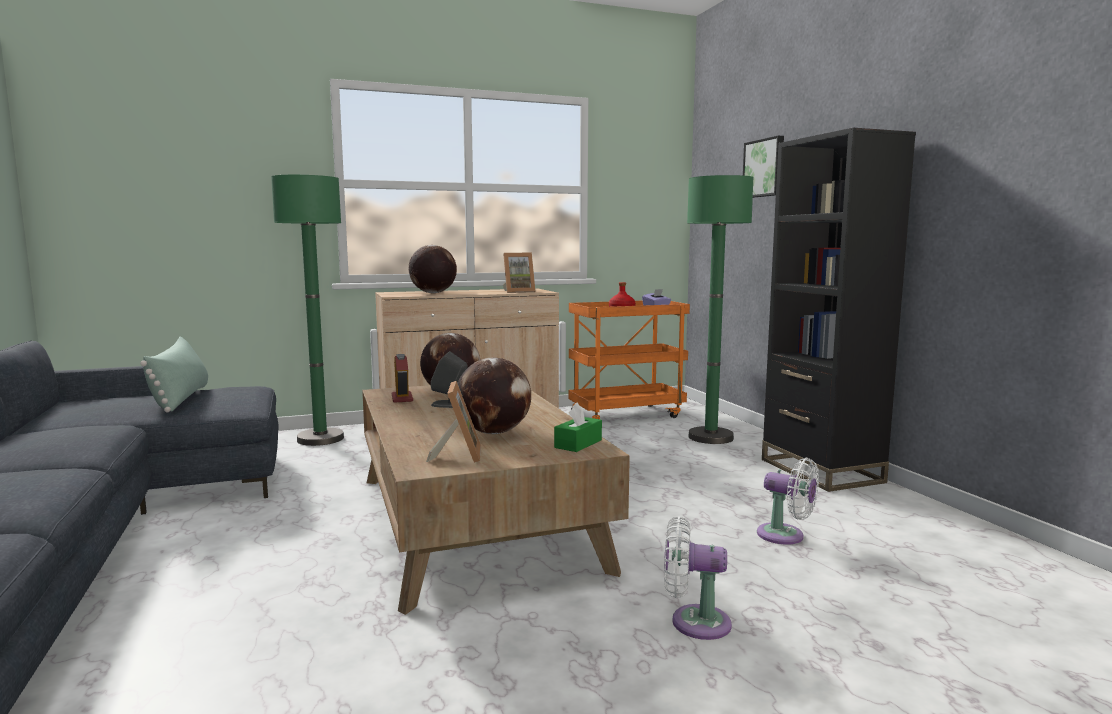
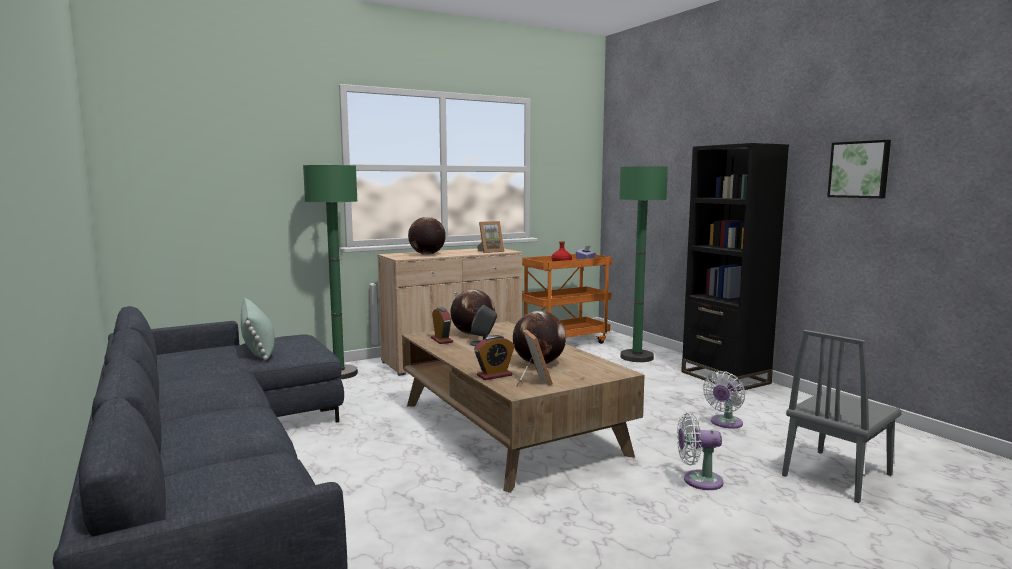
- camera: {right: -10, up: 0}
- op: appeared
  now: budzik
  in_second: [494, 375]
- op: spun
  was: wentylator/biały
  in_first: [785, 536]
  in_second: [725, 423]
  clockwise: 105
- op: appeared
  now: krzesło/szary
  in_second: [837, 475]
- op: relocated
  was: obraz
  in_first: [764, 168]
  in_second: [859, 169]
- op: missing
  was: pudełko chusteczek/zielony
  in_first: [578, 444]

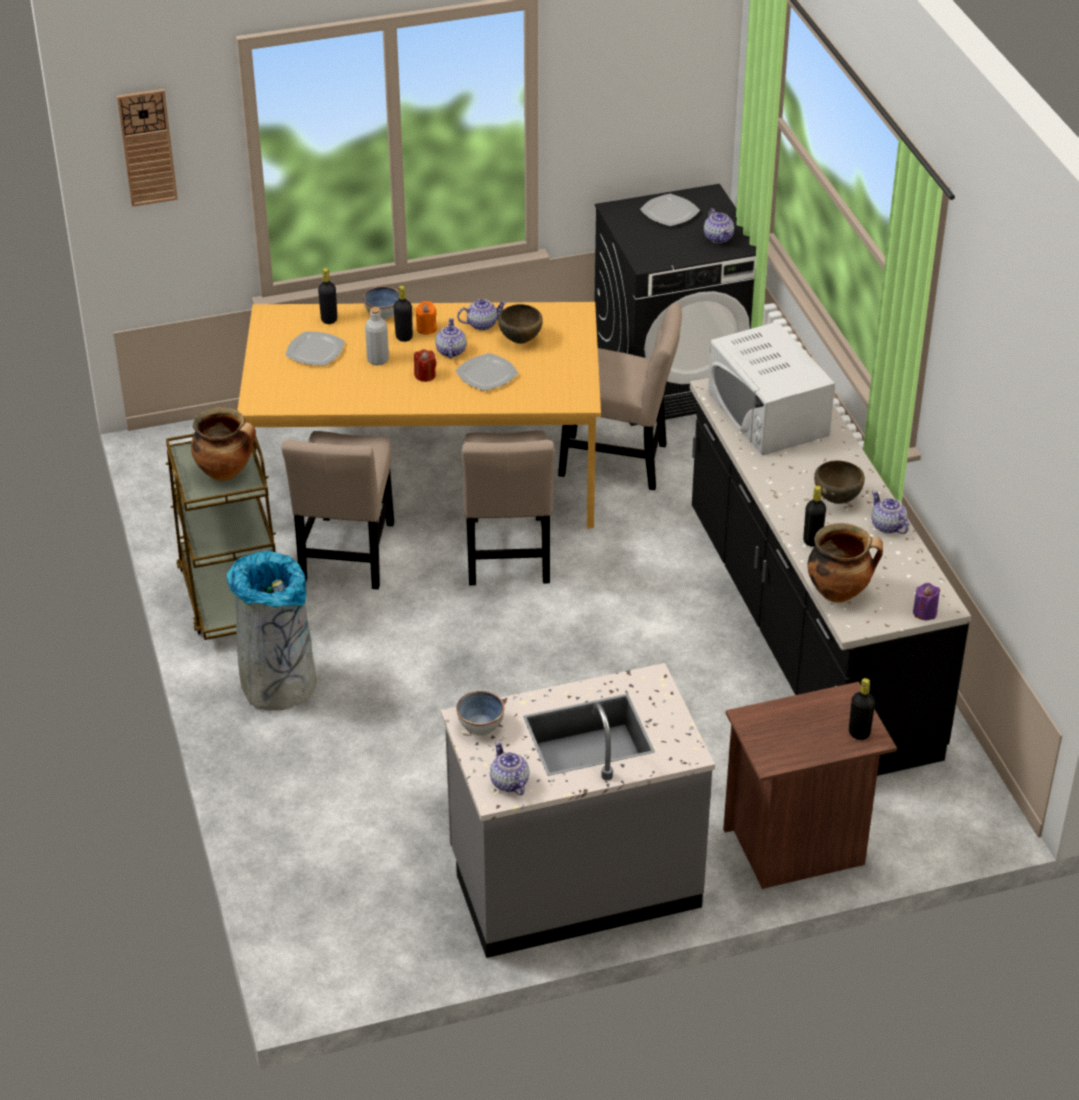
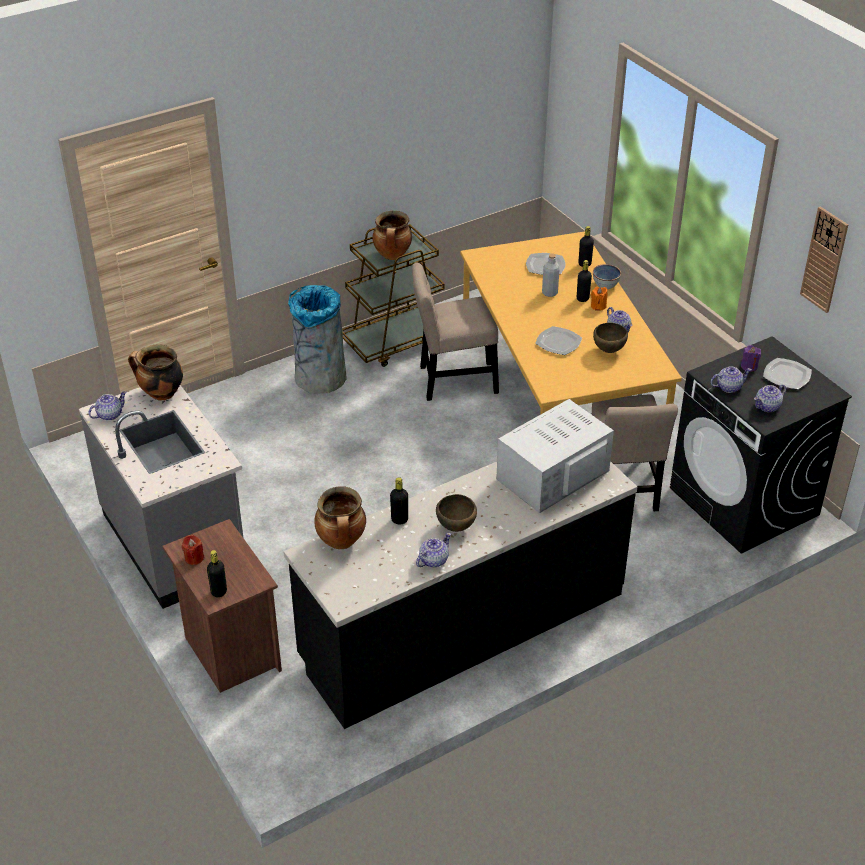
- camera: {right: 75, up: 0}
- op: exchanged
  was: miska
  now: garnek
  in_first: [481, 725]
  in_second: [161, 394]
- op: relocated
  was: świeca/czerwony
  in_first: [425, 375]
  in_second: [194, 558]
- op: relocated
  was: imbryk
  in_first: [450, 351]
  in_second: [728, 387]
- op: relocated
  was: świeca/fioletowy
  in_first: [924, 612]
  in_second: [749, 366]
- op: relocated
  was: zegar ścienny
  in_first: [147, 147]
  in_second: [824, 260]
- op: missing
  was: krzesło/beżowy
  in_first: [508, 555]

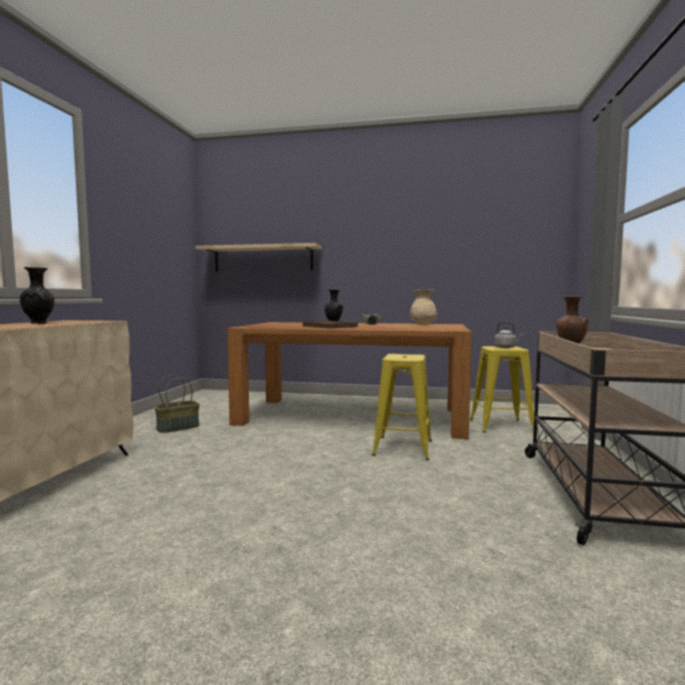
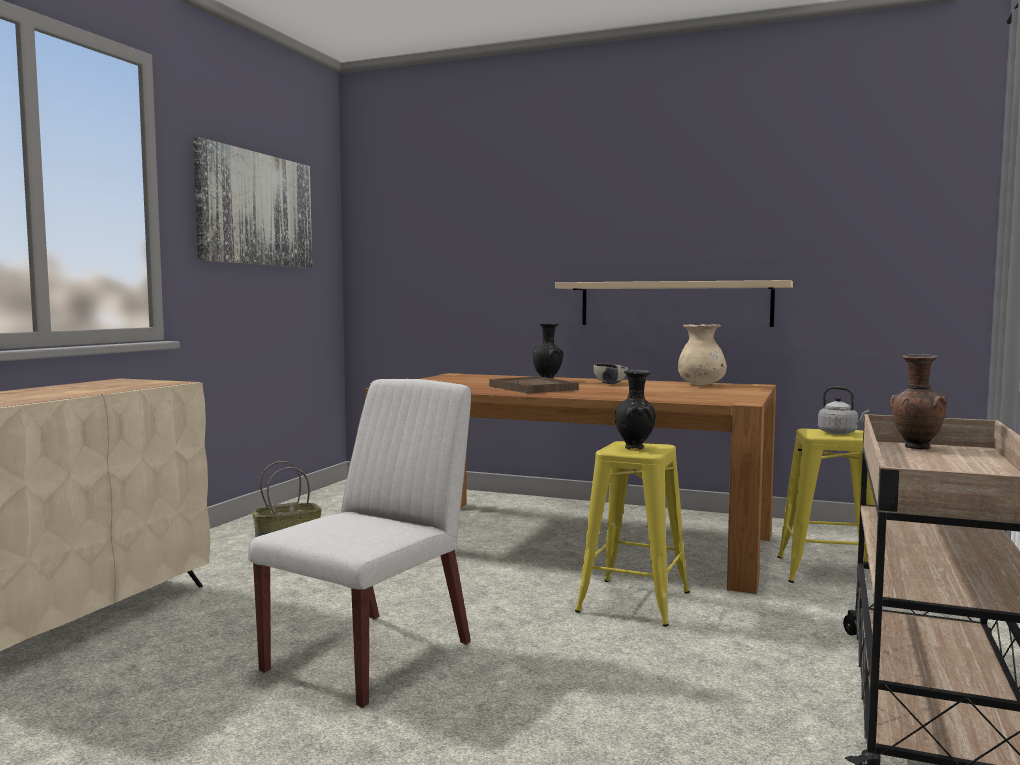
- camera: {right: 10, up: 0}
- op: appeared
  now: obraz
  in_second: [256, 209]
- op: appeared
  now: krzesło/biały
  in_second: [371, 656]
- op: relocated
  was: półka/beżowy
  in_first: [263, 259]
  in_second: [674, 304]
- op: relocated
  was: wazon/czarny
  in_first: [39, 323]
  in_second: [635, 448]

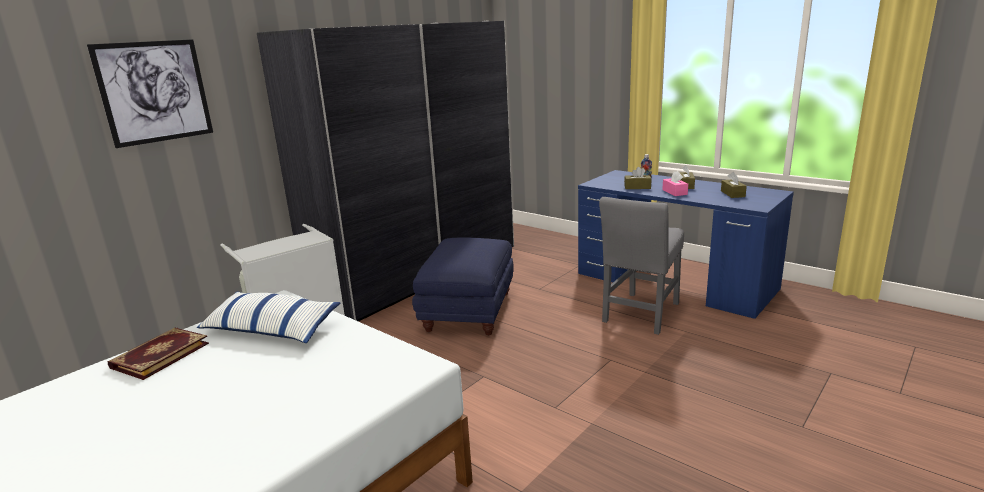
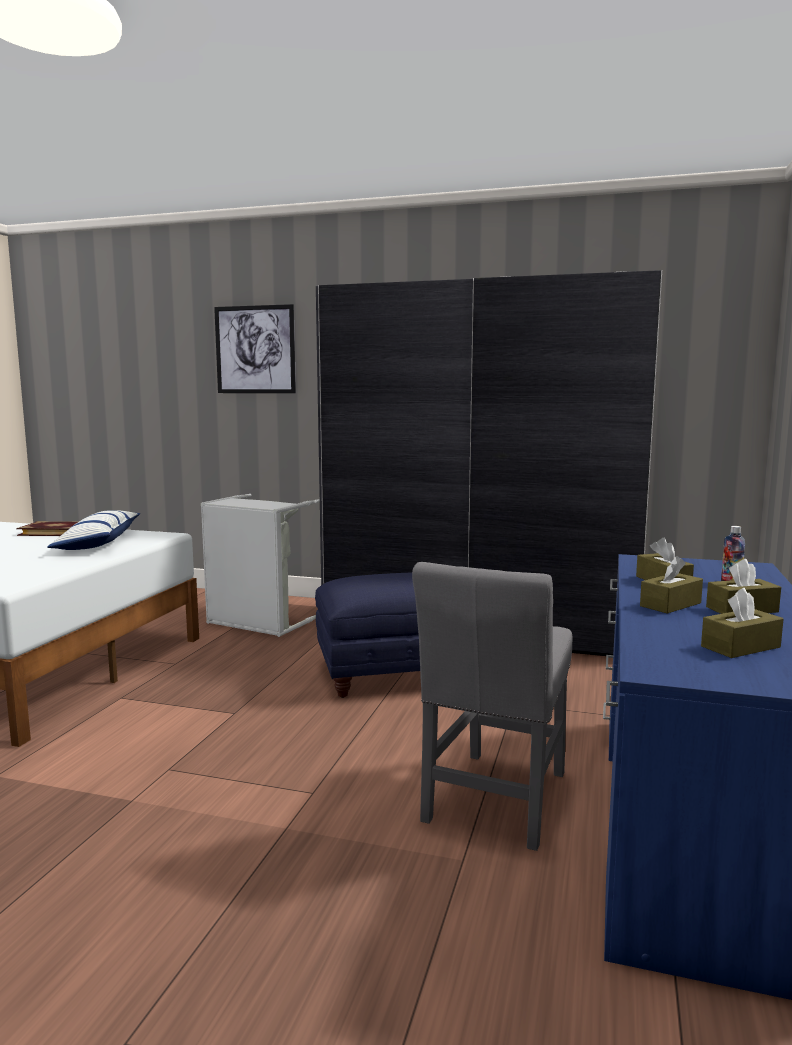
- camera: {right: 65, up: -10}
- op: spun
  was: krzesło/szary
  in_first: [640, 314]
  in_second: [495, 802]
  clockwise: -75
- op: colour
  was: pudełko chusteczek/różowy
  now: pudełko chusteczek/brązowy
  in_first: [674, 192]
  in_second: [670, 604]

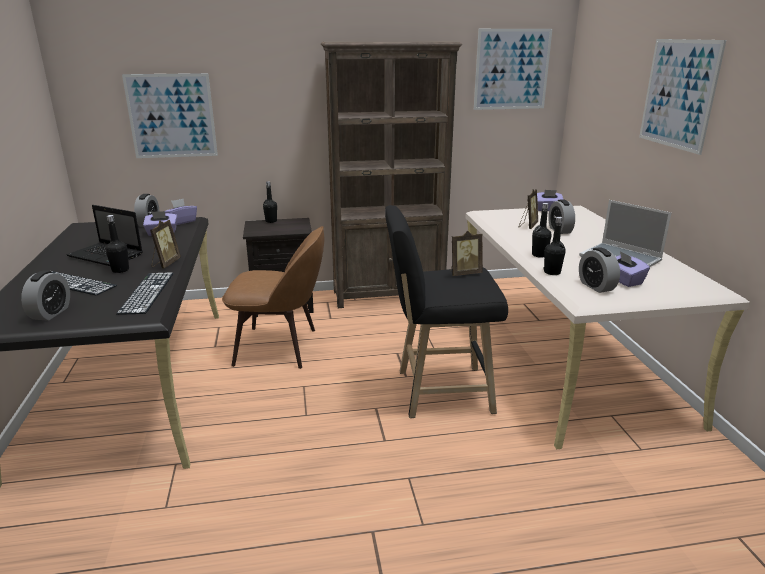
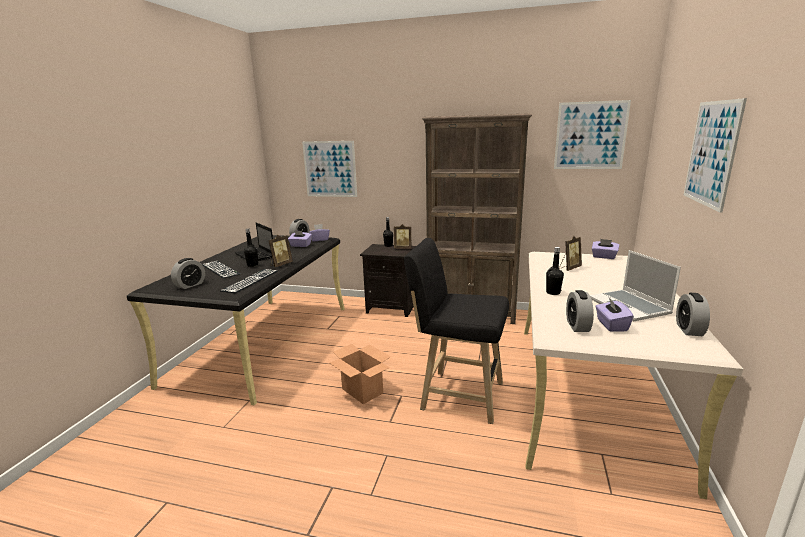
- camera: {right: 25, up: -5}
- op: appeared
  now: karton
  in_second: [363, 391]
- op: relocated
  was: ramka na zdjęcie
  in_first: [464, 273]
  in_second: [403, 248]
- op: relocated
  was: budzik
  in_first: [559, 230]
  in_second: [689, 329]
- op: missing
  was: krzesło/brązowy
  in_first: [280, 347]
- op: missing
  was: butelka/czarny
  in_first: [552, 272]

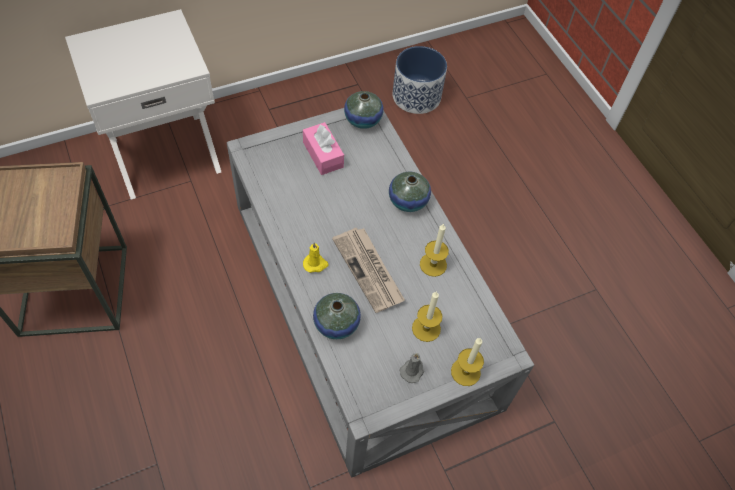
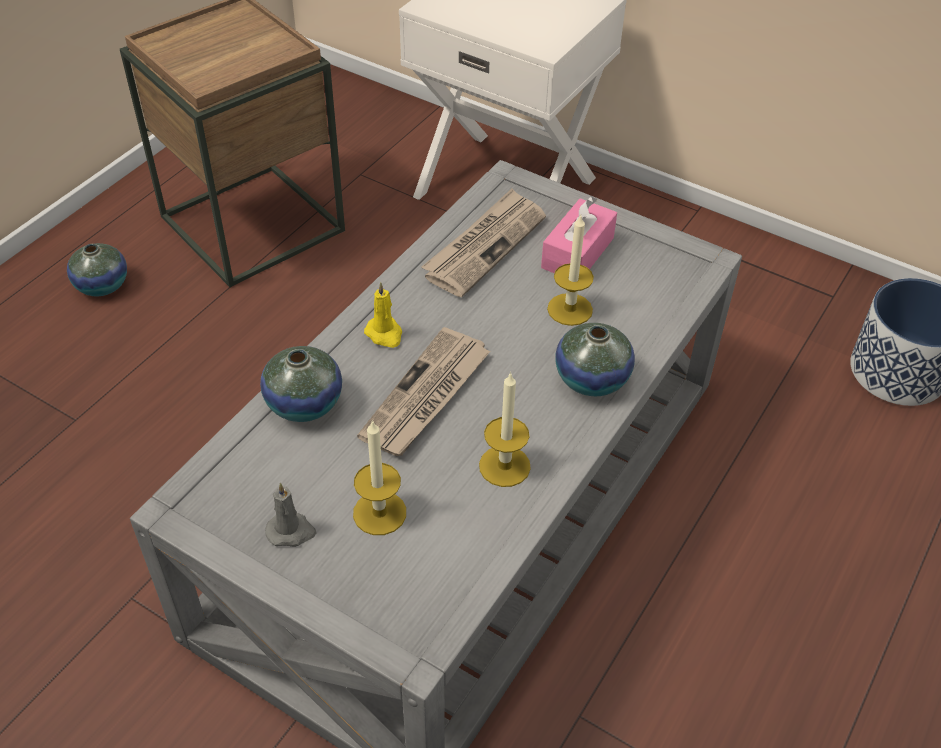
- camera: {right: 60, up: -10}
- op: relocated
  was: wazon
  in_first: [363, 119]
  in_second: [102, 285]
- op: appeared
  now: gazeta
  in_second: [485, 245]
- op: relocated
  was: świeca
  in_first: [465, 372]
  in_second: [570, 309]

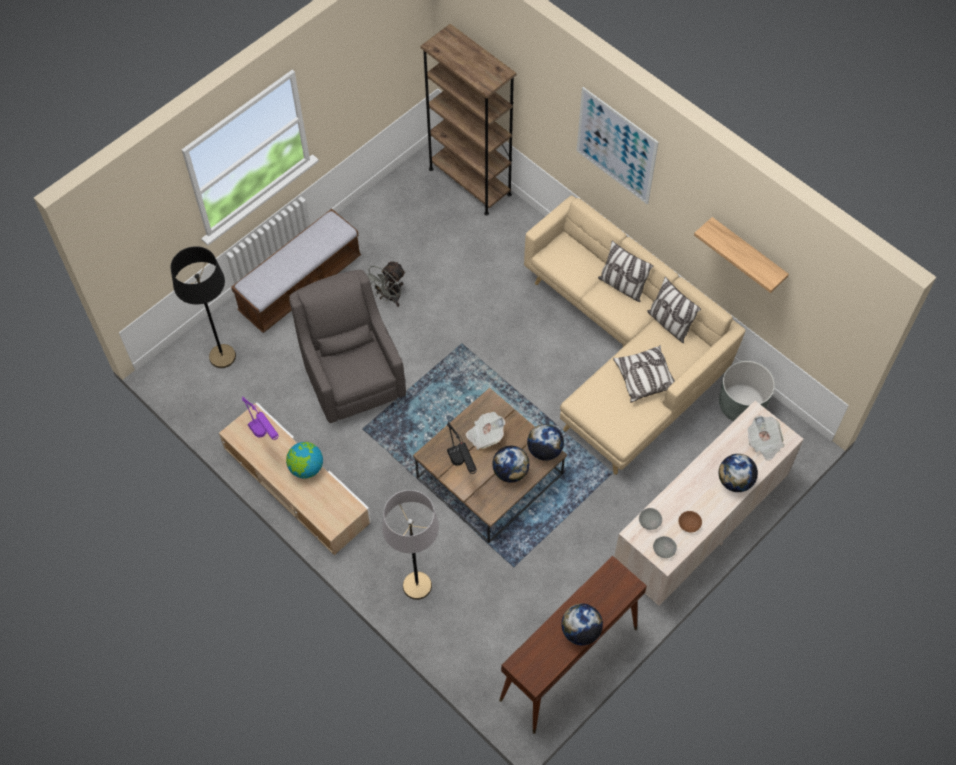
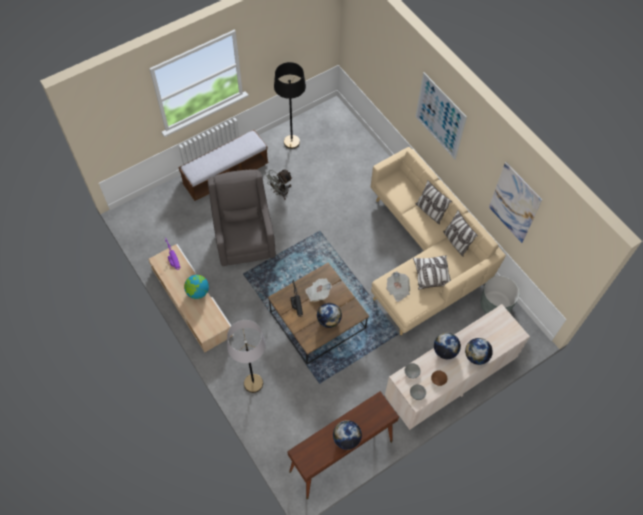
- camera: {right: 10, up: 0}
- op: relocated
  was: lampa stojąca/czarny
  in_first: [222, 356]
  in_second: [291, 142]
- op: relocated
  was: gazeta
  in_first: [764, 442]
  in_second: [397, 290]
- op: relocated
  was: globus
  in_first: [544, 450]
  in_second: [445, 351]
- op: exchanged
  was: półka
  now: obraz
  in_first: [747, 253]
  in_second: [514, 203]
- op: missing
  was: regał/brązowy
  in_first: [470, 181]

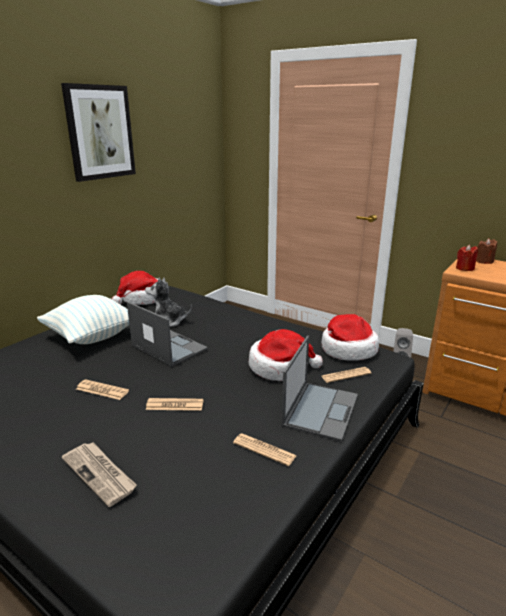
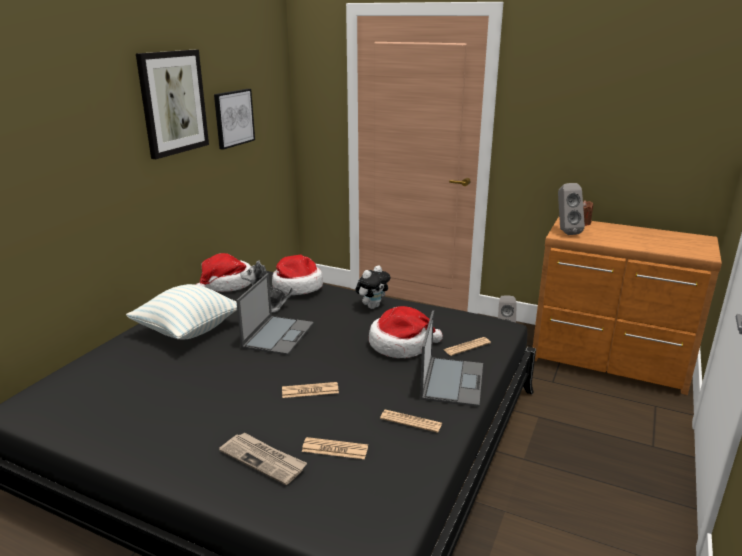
- camera: {right: -10, up: 0}
- op: appeared
  now: obraz
  in_second: [233, 118]
- op: spun
  was: laptop
  in_first: [168, 347]
  in_second: [278, 335]
  clockwise: 75
- op: relocated
  was: kapelusz
  in_first: [347, 349]
  in_second: [297, 287]
- op: relocated
  was: gazeta
  in_first: [102, 390]
  in_second: [335, 449]
- op: appeared
  now: pluszak
  in_second: [372, 306]
- op: exchanged
  was: świeca/czerwony
  now: głośnik/szary
  in_first: [464, 268]
  in_second: [565, 232]

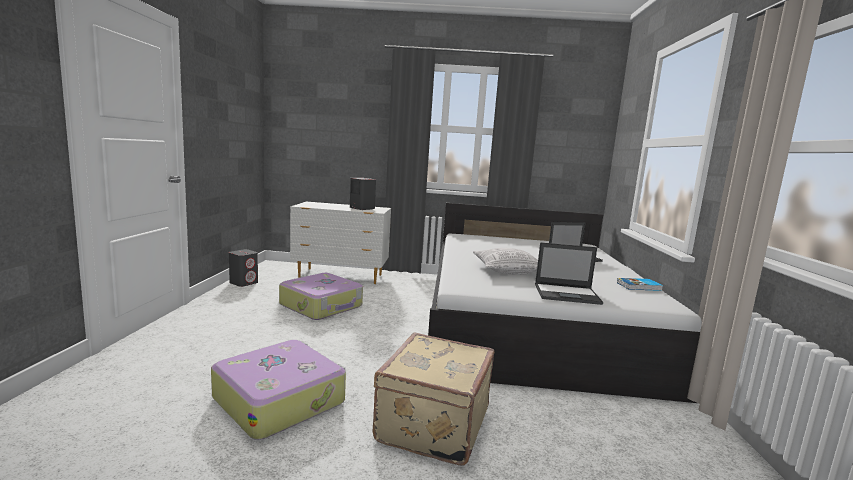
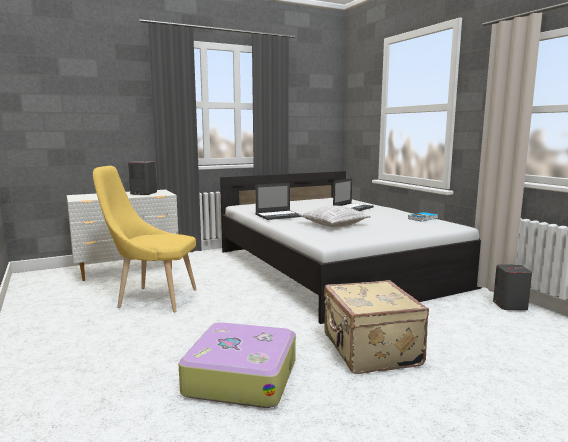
- camera: {right: -30, up: 0}
- op: exchanged
  was: walizka
  now: krzesło/żółty
  in_first: [322, 305]
  in_second: [152, 299]
- op: relocated
  was: laptop
  in_first: [567, 294]
  in_second: [279, 215]
- op: relocated
  was: głośnik/szary
  in_first: [244, 283]
  in_second: [509, 305]

